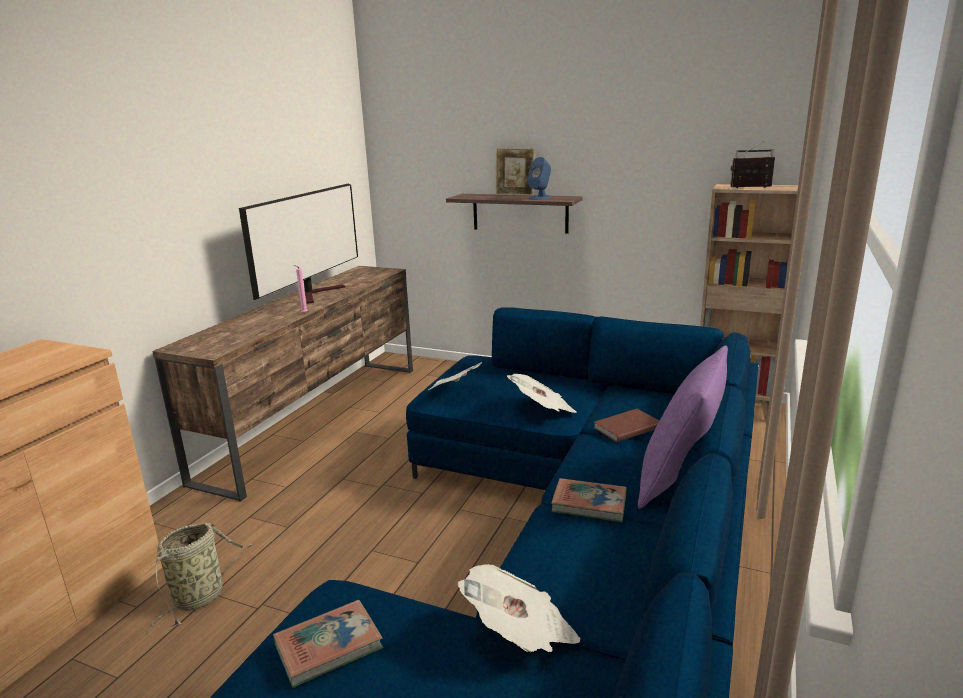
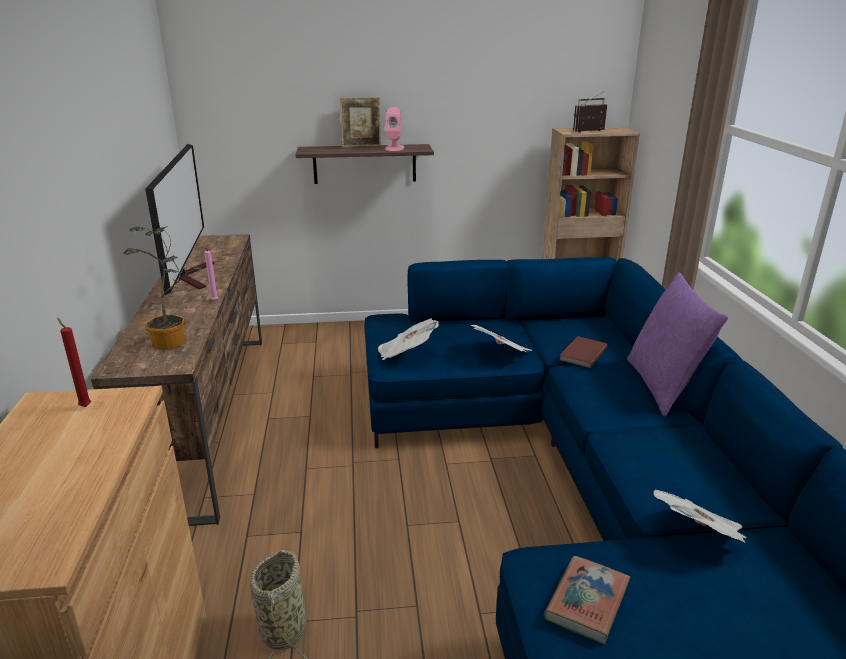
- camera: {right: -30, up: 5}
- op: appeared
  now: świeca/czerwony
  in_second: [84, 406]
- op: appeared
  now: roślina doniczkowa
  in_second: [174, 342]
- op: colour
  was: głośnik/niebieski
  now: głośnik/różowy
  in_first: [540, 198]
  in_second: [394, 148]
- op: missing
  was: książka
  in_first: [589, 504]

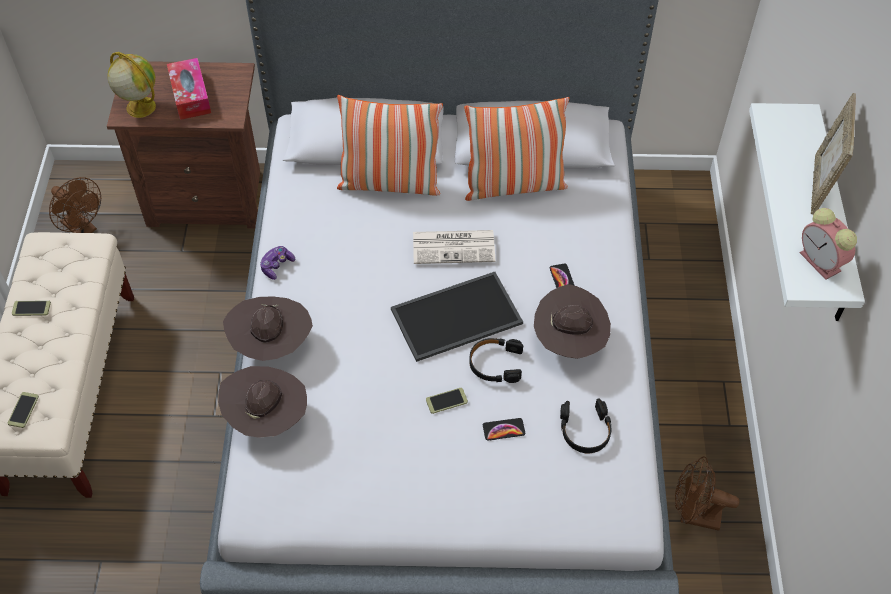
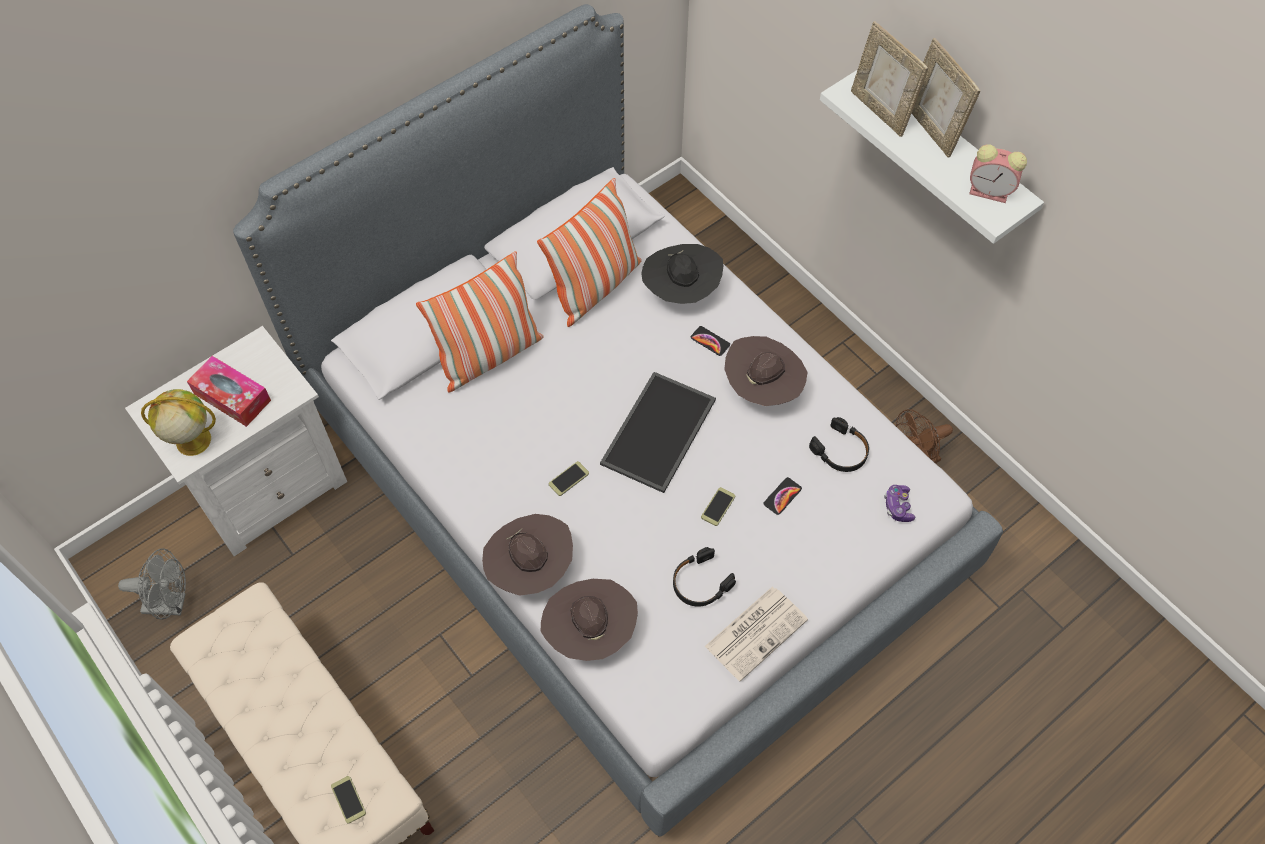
- camera: {right: -40, up: 5}
- op: colour
  was: wentylator/brązowy
  now: wentylator/szary
  in_first: [83, 229]
  in_second: [171, 603]
- op: colour
  was: szafka nocna/brązowy
  now: szafka nocna/biały
  in_first: [209, 198]
  in_second: [269, 487]
- op: relocated
  was: telefon
  in_first: [31, 308]
  in_second: [568, 479]
- op: appeared
  now: kapelusz/czarny
  in_second: [681, 291]
- op: relocated
  was: słuchawki/czarny
  in_first: [495, 364]
  in_second: [700, 583]
- op: relocated
  was: gazeta
  in_first: [455, 246]
  in_second: [756, 632]
- op: appeared
  now: ramka na zdjęcie
  in_second: [880, 111]
- op: relocated
  was: pad do gier
  in_first: [277, 266]
  in_second: [898, 506]

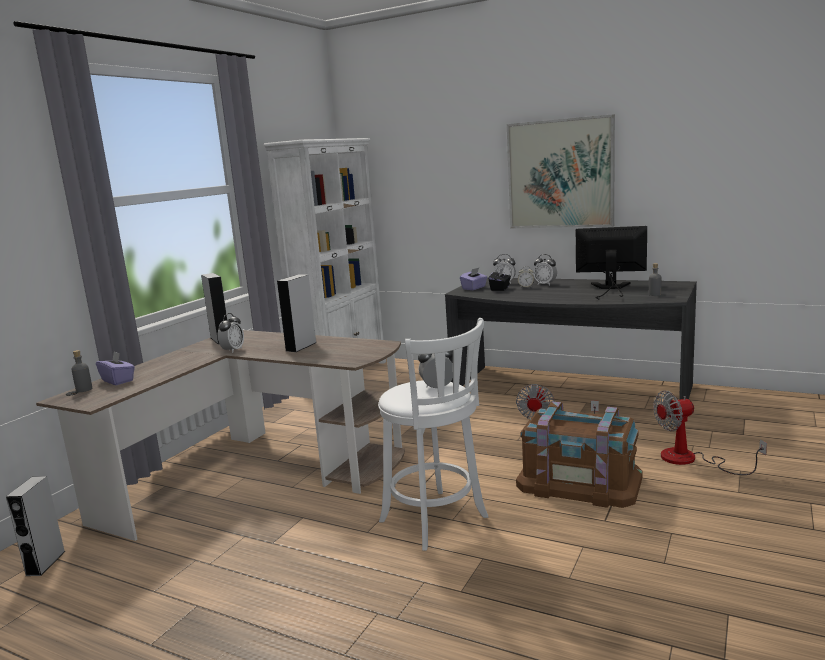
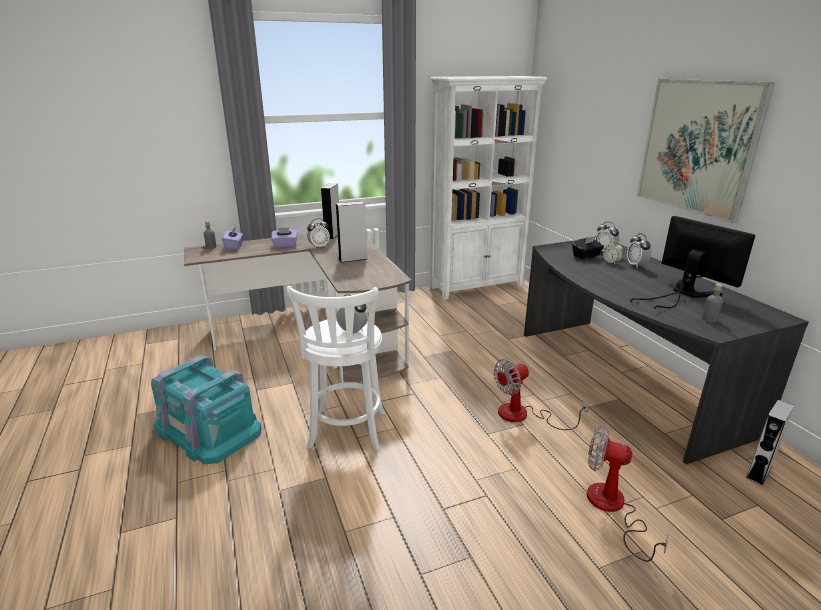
- camera: {right: 40, up: 10}
- op: appeared
  now: pojemnik do przechowywania/turkusowy
  in_second: [207, 429]
- op: relocated
  was: pudełko chusteczek/fioletowy
  in_first: [474, 288]
  in_second: [285, 245]
- op: relocated
  was: głośnik/szary
  in_first: [45, 563]
  in_second: [759, 472]
- op: missing
  was: pojemnik do przechowywania/brązowy
  in_first: [579, 481]

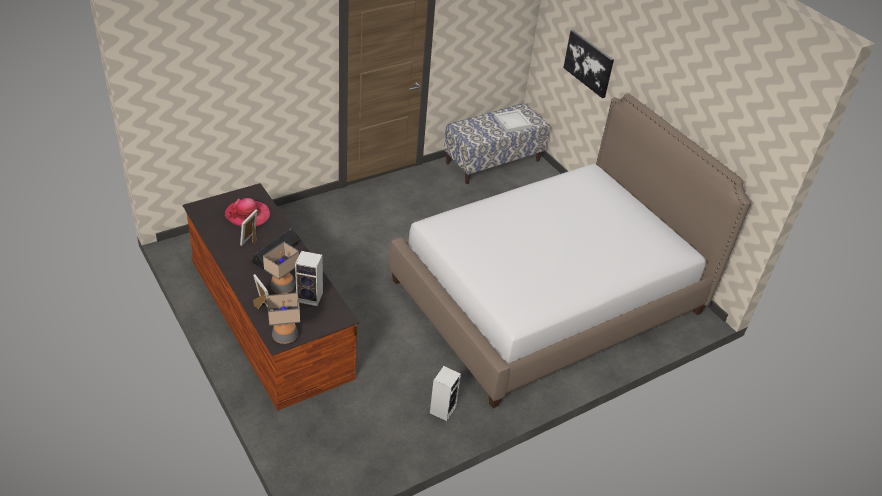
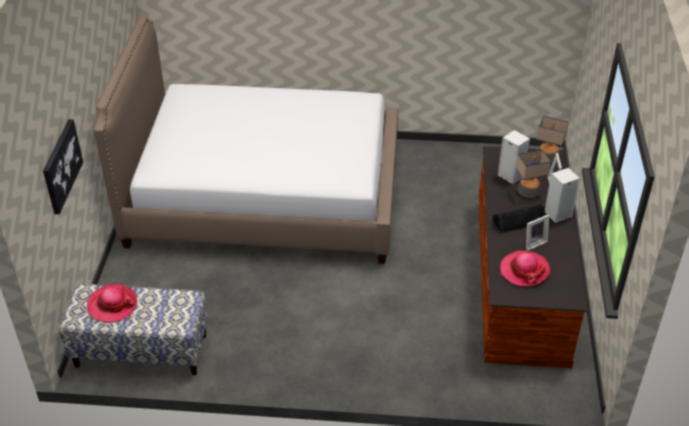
- camera: {right: -140, up: 0}
- op: exchanged
  was: taca/biały
  now: kapelusz
  in_first: [512, 122]
  in_second: [112, 305]
- op: relocated
  was: głośnik
  in_first: [443, 408]
  in_second: [557, 215]

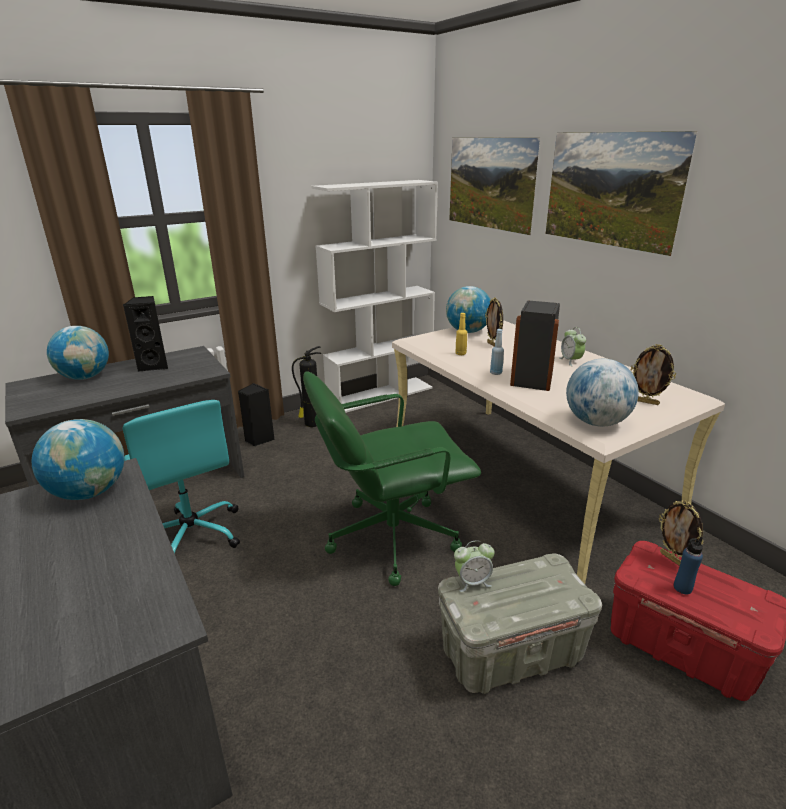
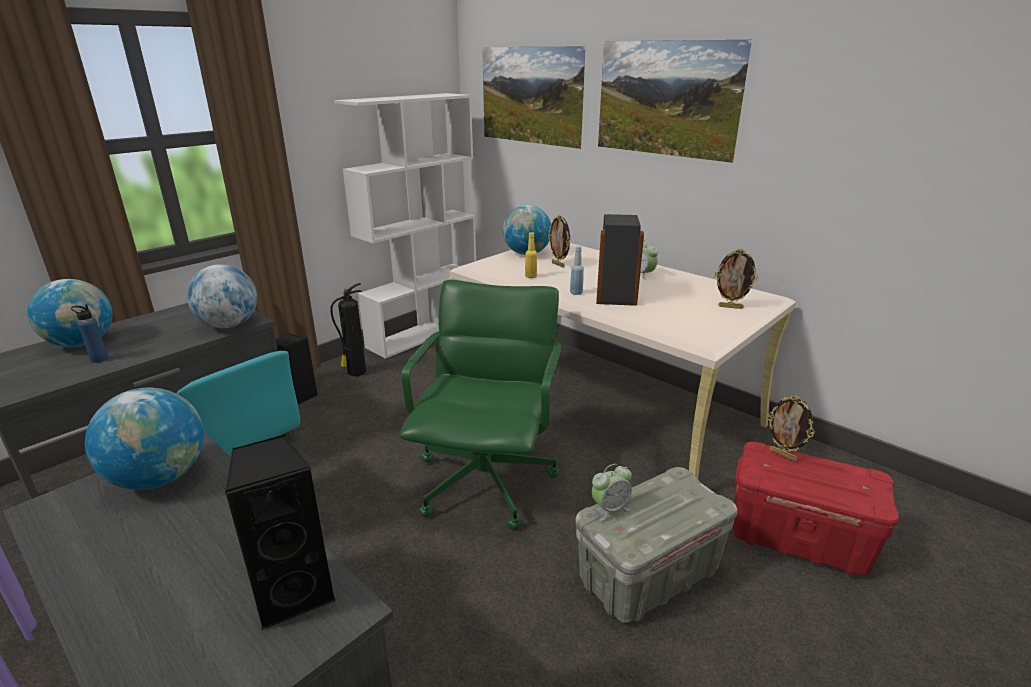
- camera: {right: -15, up: 0}
- op: relocated
  was: butelka/niebieski
  in_first: [682, 588]
  in_second: [99, 359]
- op: relocated
  was: globus
  in_first: [596, 422]
  in_second: [229, 325]
- op: relocated
  was: głośnik/czarny
  in_first: [155, 365]
  in_second: [295, 593]
- op: spun
  was: krzesło biurowe/zielony
  in_first: [390, 536]
  in_second: [486, 481]
  clockwise: 135

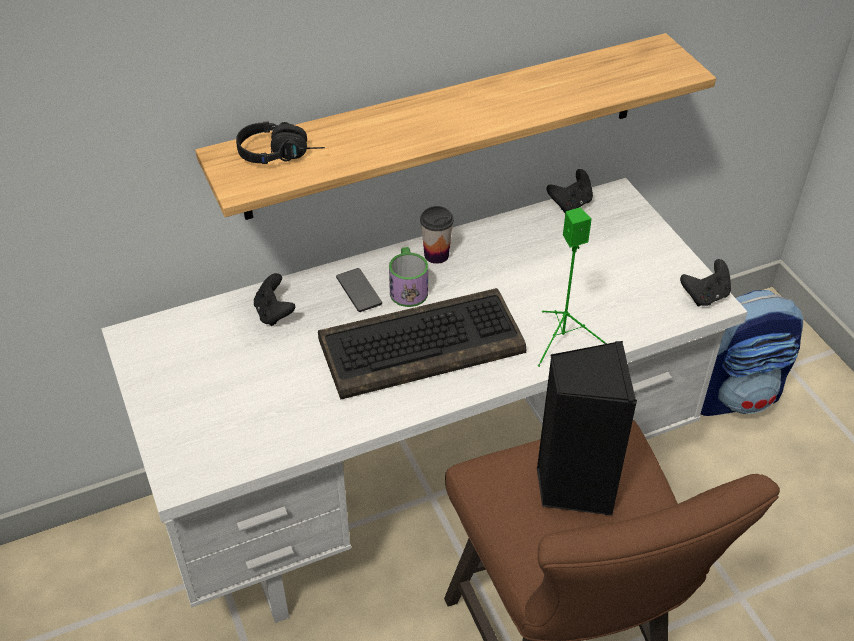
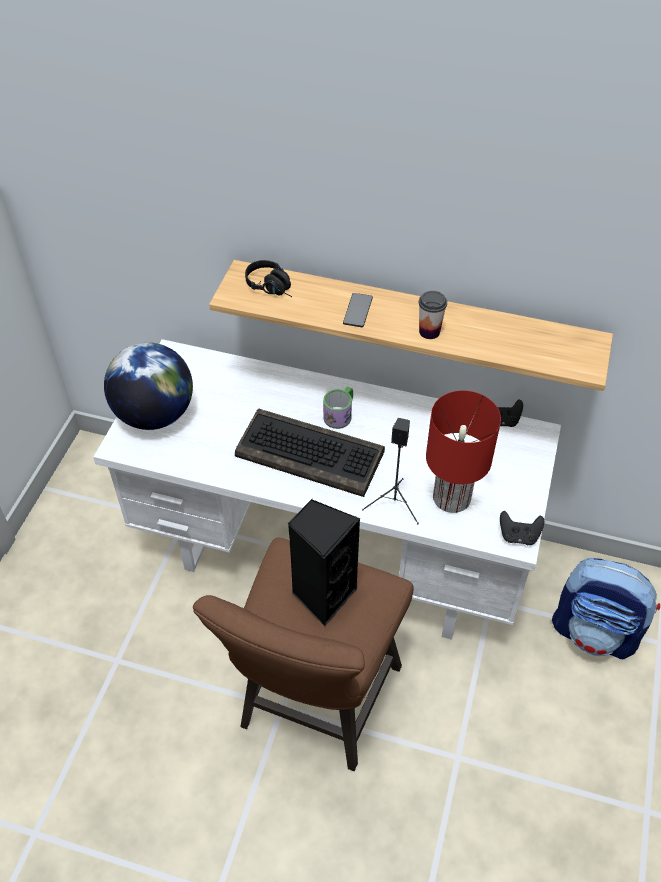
- camera: {right: 40, up: 5}
- op: appeared
  now: globus
  in_second: [155, 414]
- op: relocated
  was: telefon
  in_first: [359, 291]
  in_second: [358, 311]
- op: colour
  was: głośnik/zielony
  now: głośnik/czarny
  in_first: [563, 339]
  in_second: [395, 504]
- op: relocated
  was: filiżanka
  in_first: [436, 255]
  in_second: [429, 331]
- op: appeared
  now: lampa stołowa/czerwony
  in_second: [450, 498]
- op: missing
  was: pad do gier/czarny
  in_first: [274, 313]

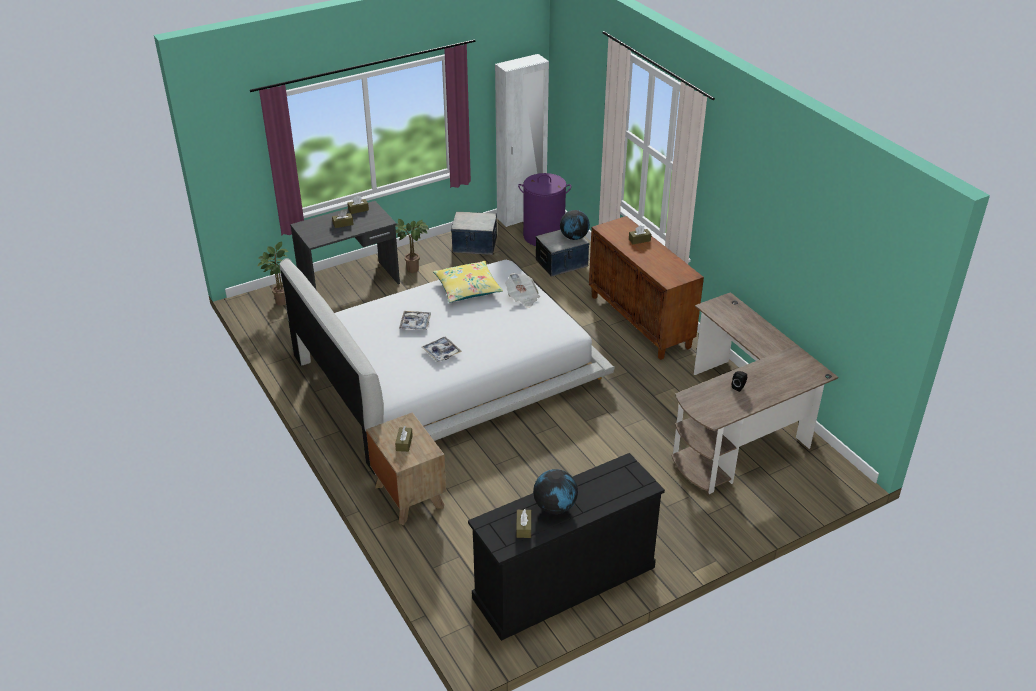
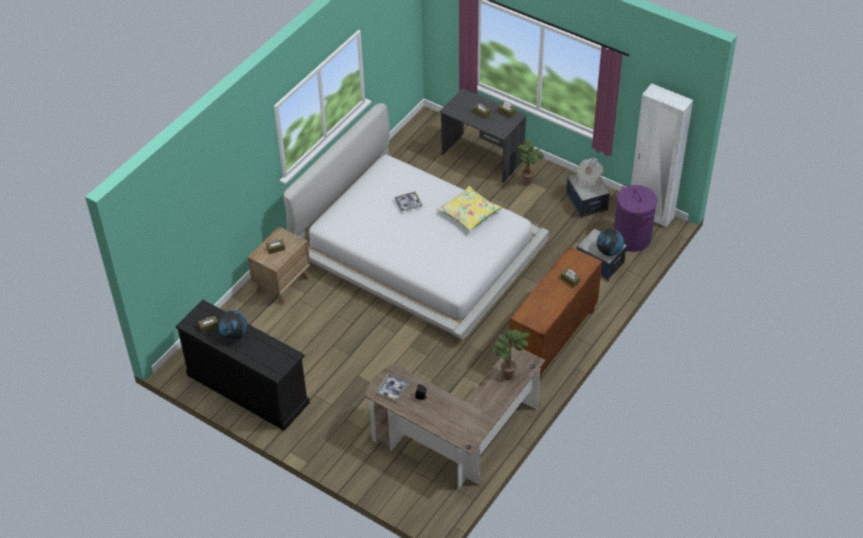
- camera: {right: 65, up: 10}
- op: relocated
  was: taca
  in_first: [441, 352]
  in_second: [392, 389]
- op: relocated
  was: roślina doniczkowa
  in_first: [280, 301]
  in_second: [509, 373]
- op: relocated
  was: gazeta
  in_first: [522, 298]
  in_second: [588, 178]

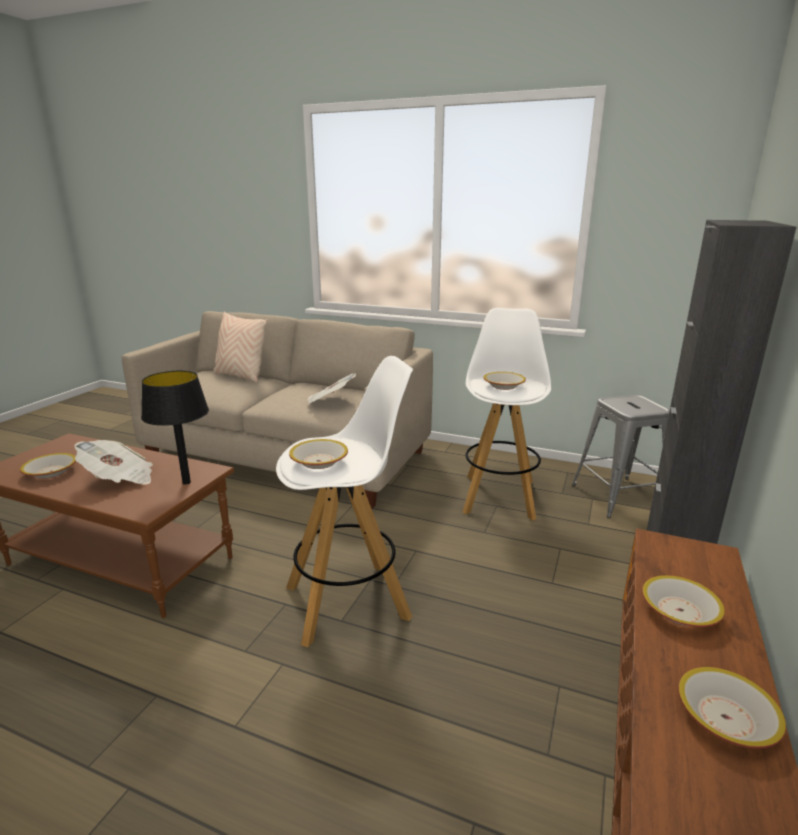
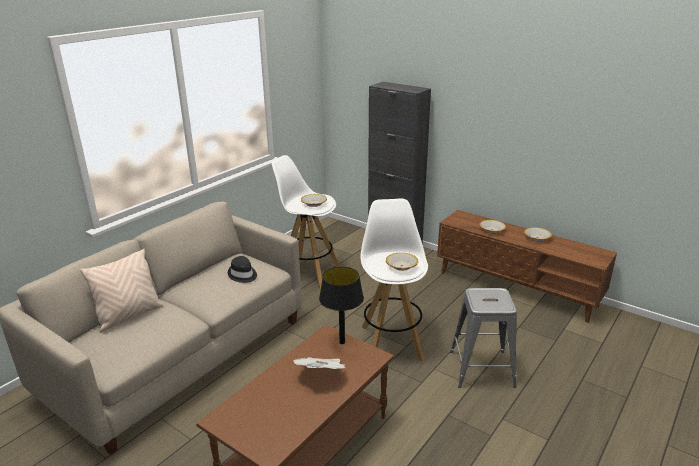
- camera: {right: -75, up: 5}
- op: exchanged
  was: gazeta
  now: kapelusz/czarny
  in_first: [330, 402]
  in_second: [242, 275]
- op: relocated
  was: stołek/szary
  in_first: [617, 496]
  in_second: [481, 369]
- op: missing
  was: miska
  in_first: [51, 472]

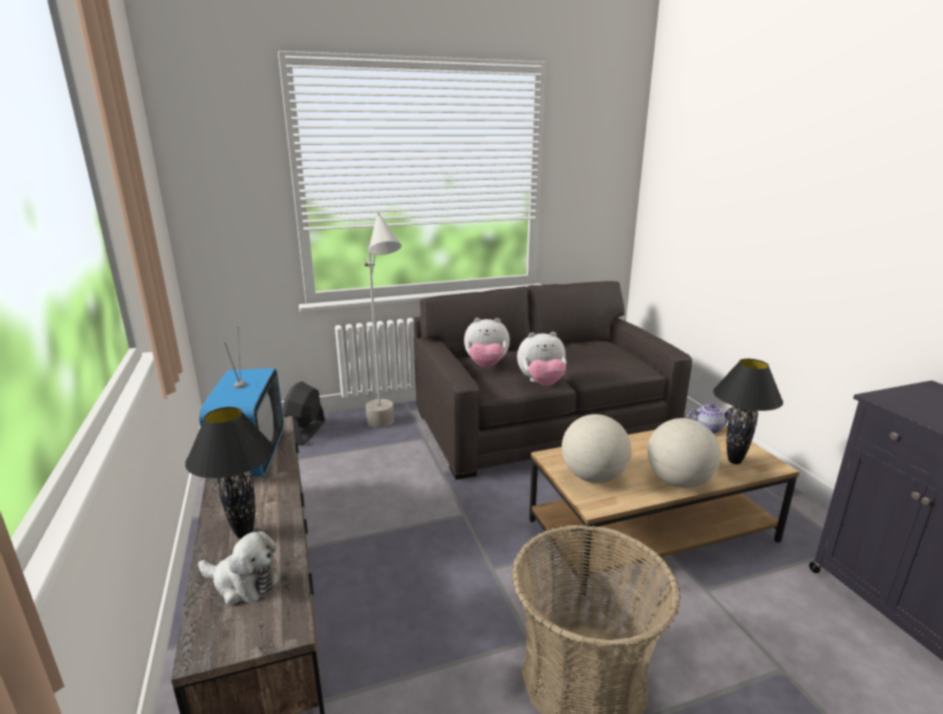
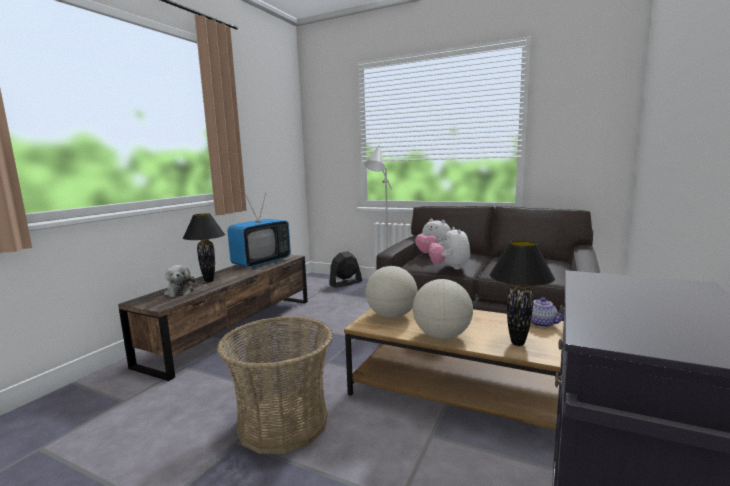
- camera: {right: 45, up: -10}
- op: spun
  was: pluszak
  in_first: [541, 383]
  in_second: [449, 268]
  clockwise: 45

